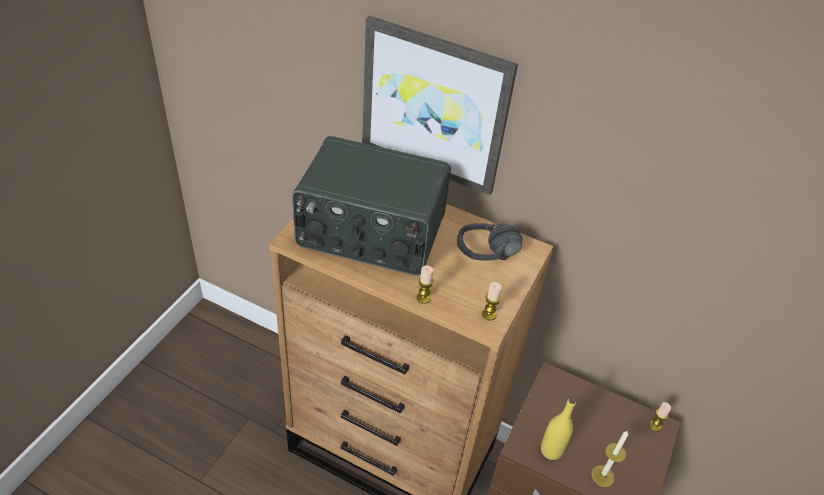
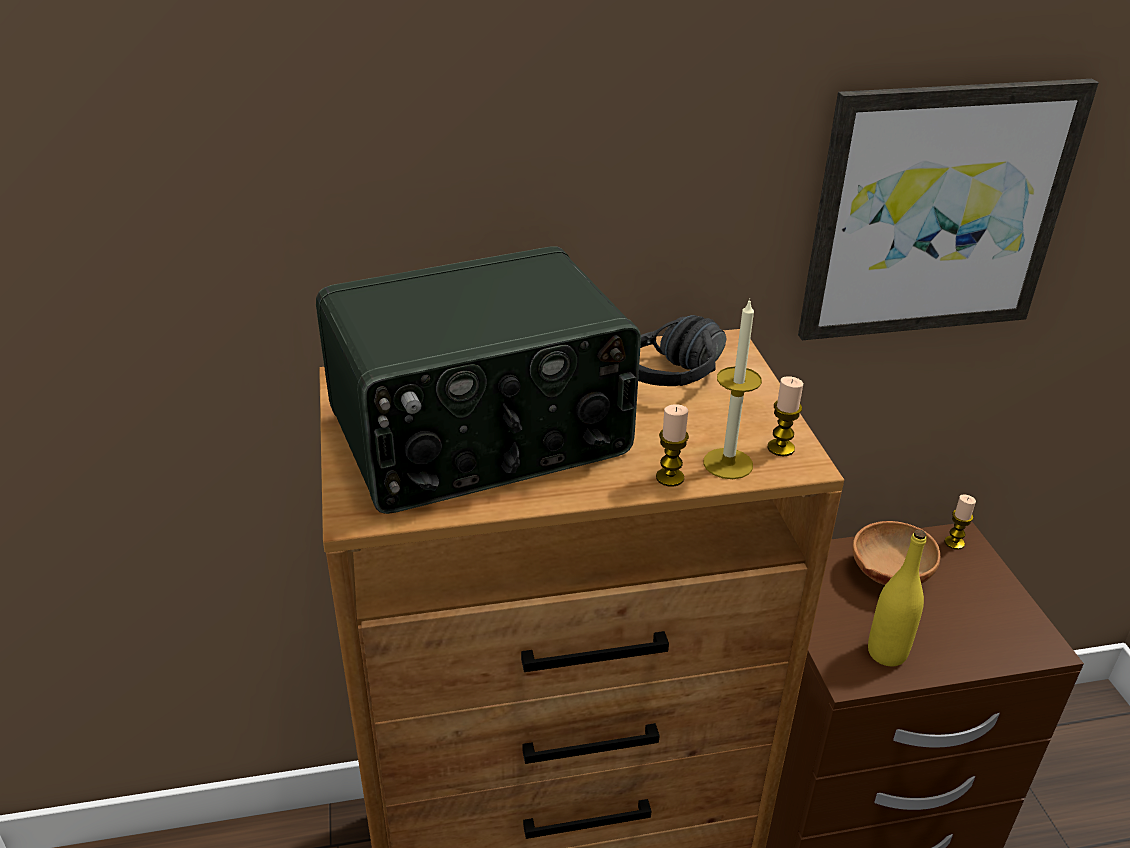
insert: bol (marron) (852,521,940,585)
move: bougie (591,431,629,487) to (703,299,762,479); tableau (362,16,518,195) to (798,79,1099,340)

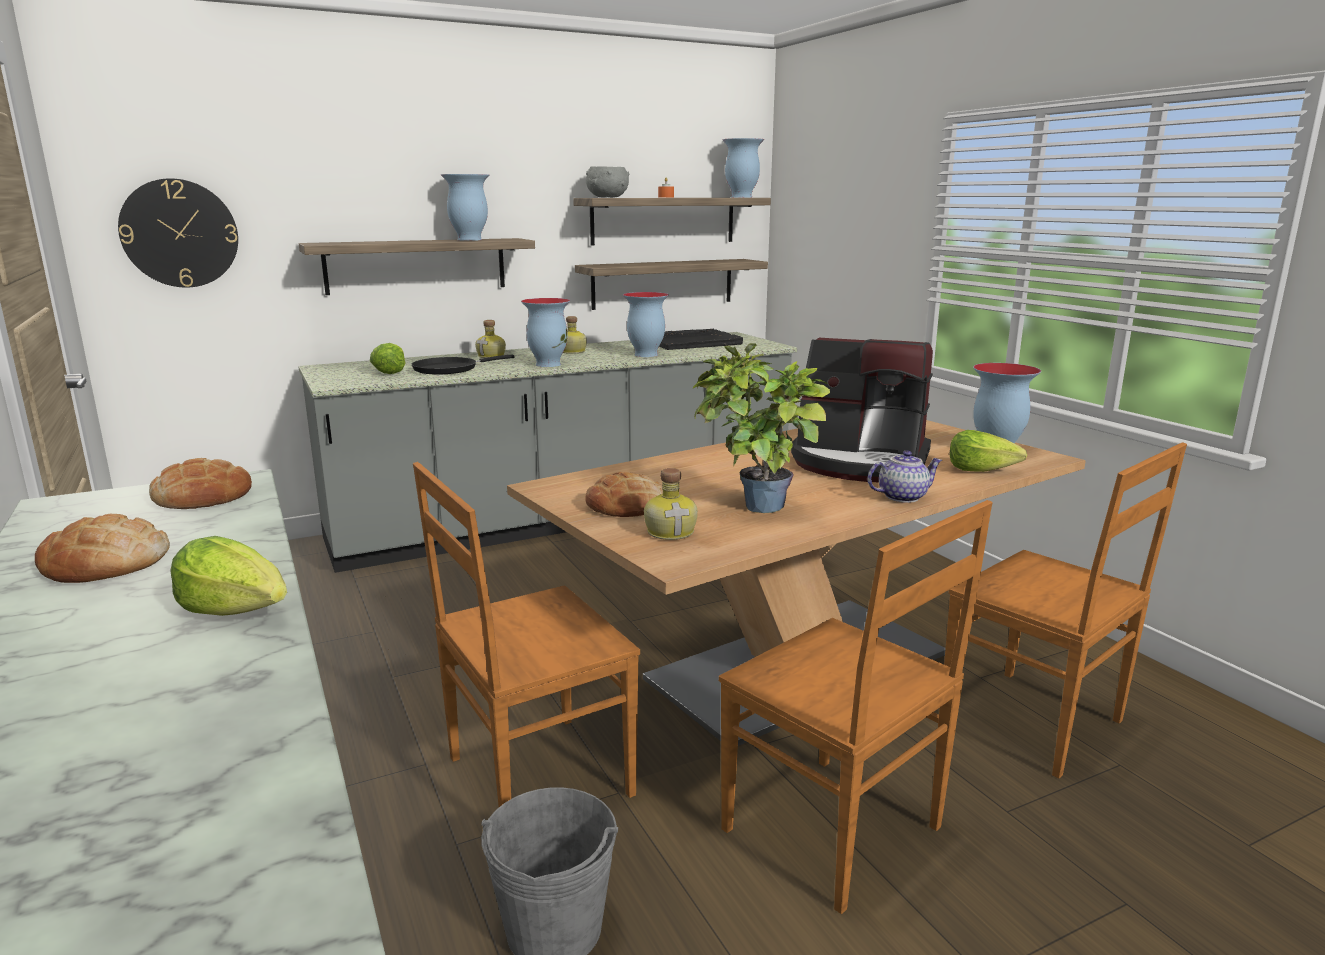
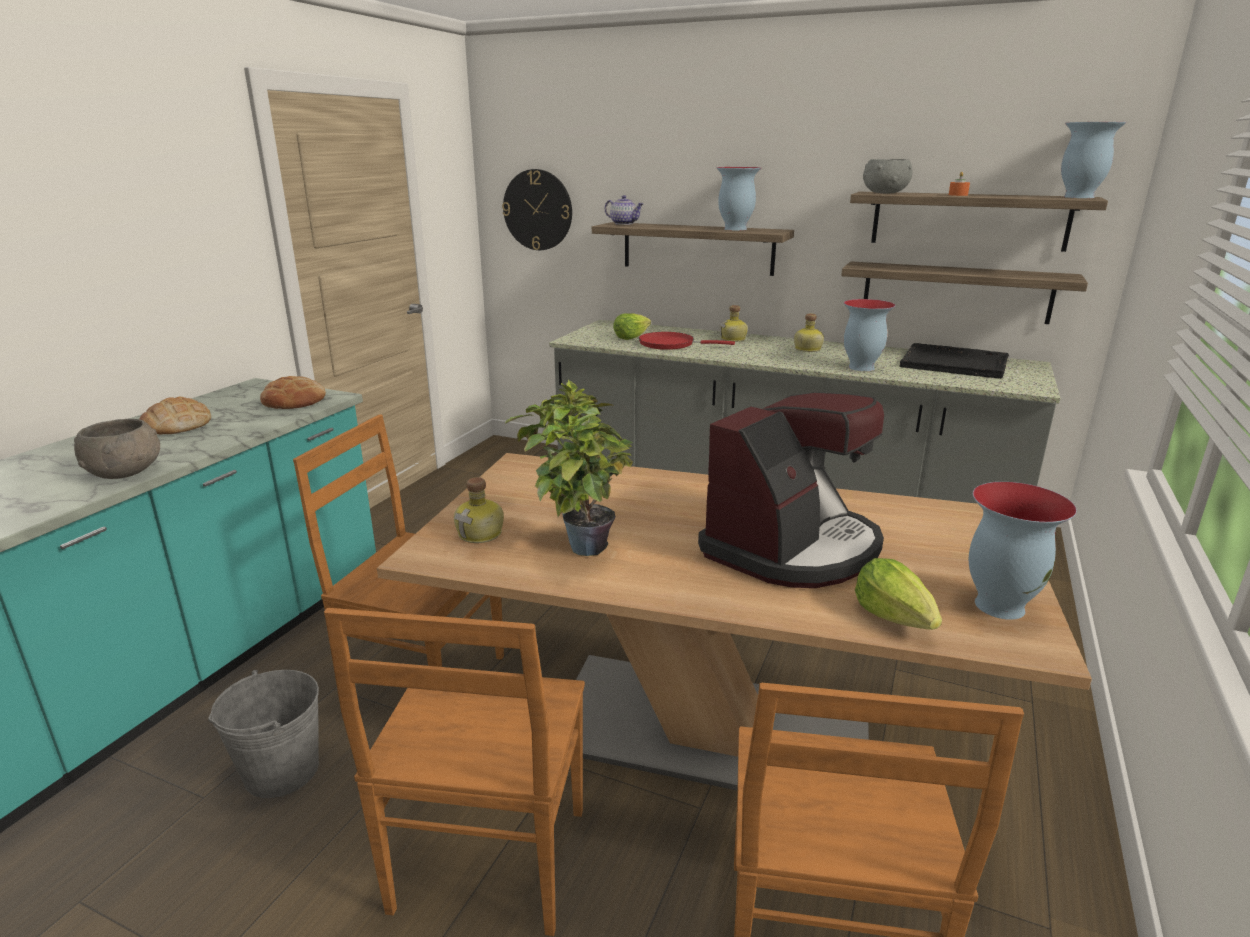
delete: vase (521,298,570,367); pain (585,472,663,517)
move: théière (868,450,943,503) to (605,195,643,225)
replace: laitue (170,536,287,616) to bol (gris) (74,419,160,479)
recolor: poêle (noir) (411,355,515,374) to poêle (rouge) (639,332,735,350)
rotate: machine à café (791,338,933,482) = (698,392,884,588) 120 degrees counterclockwise

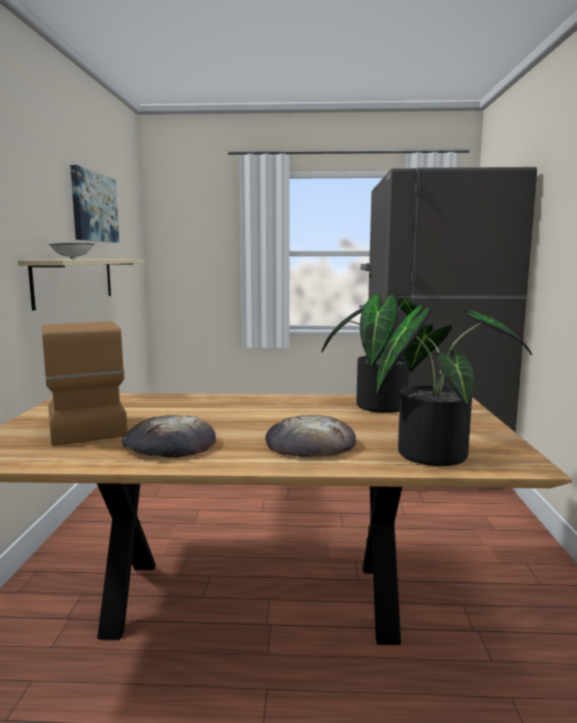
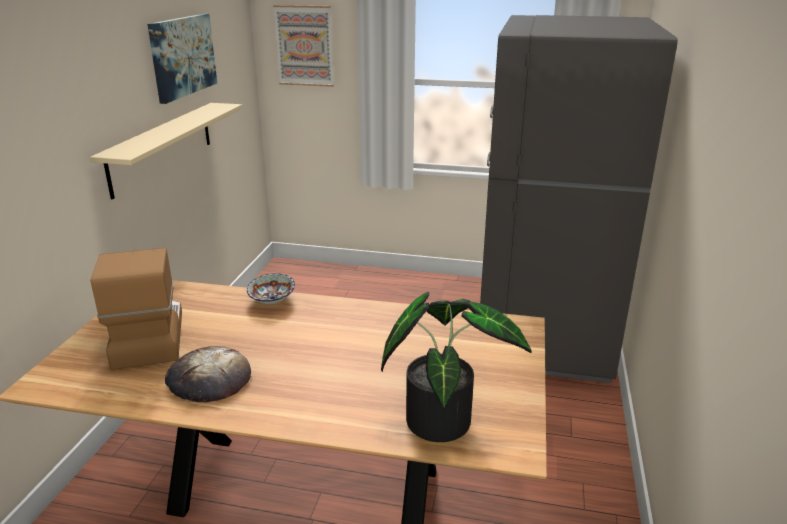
delete: pain (266,415,356,457); plante en pot (322,294,433,413)
insert: tableau (273,5,334,87)
move: bol (48,243,95,259) to (247,273,295,304)

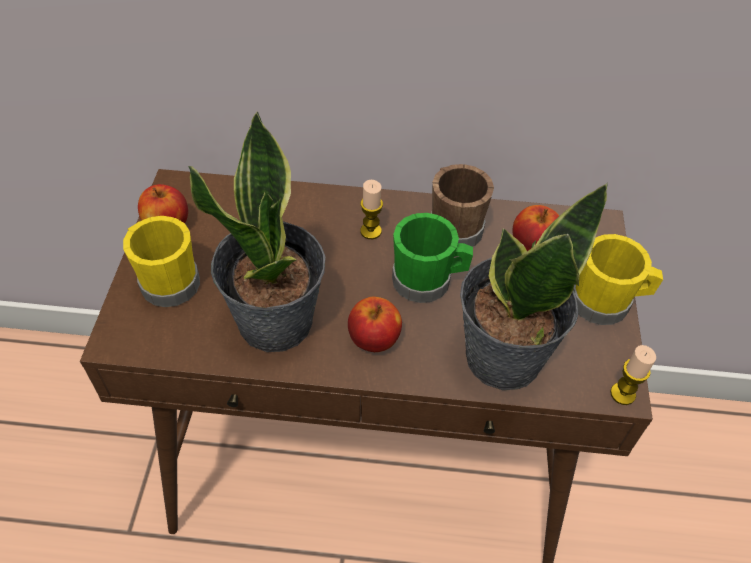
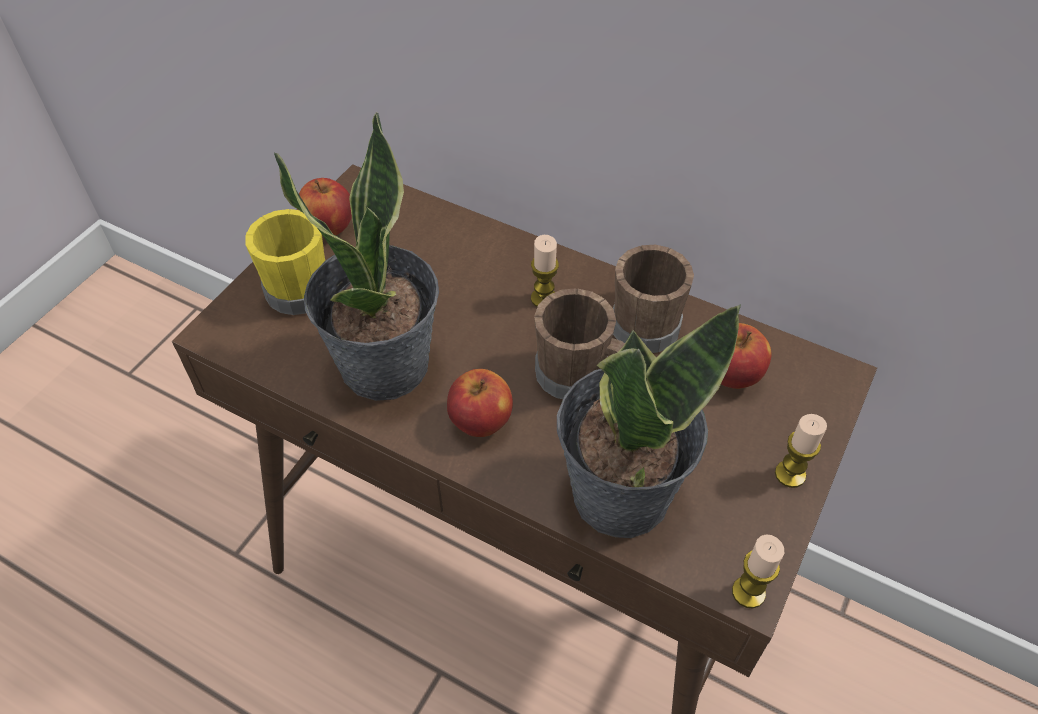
replace: mug (jaune) (573,234,663,325) to bougie (775,414,827,488)
recolor: mug (vert) (392,213,473,303) to mug (marron) (534,288,625,399)

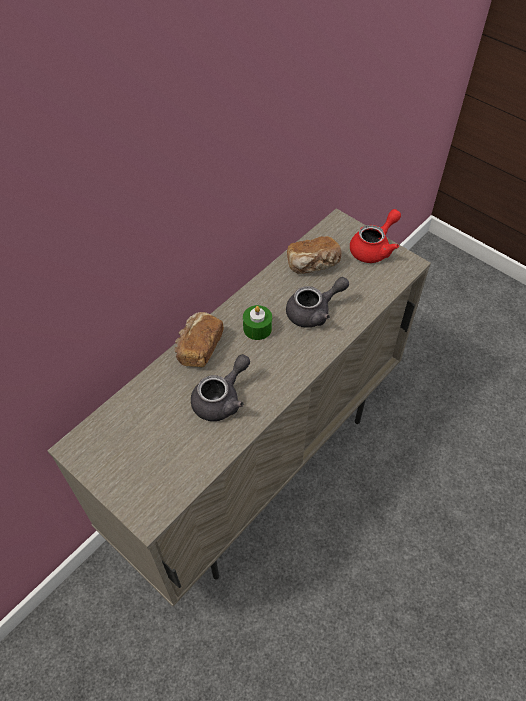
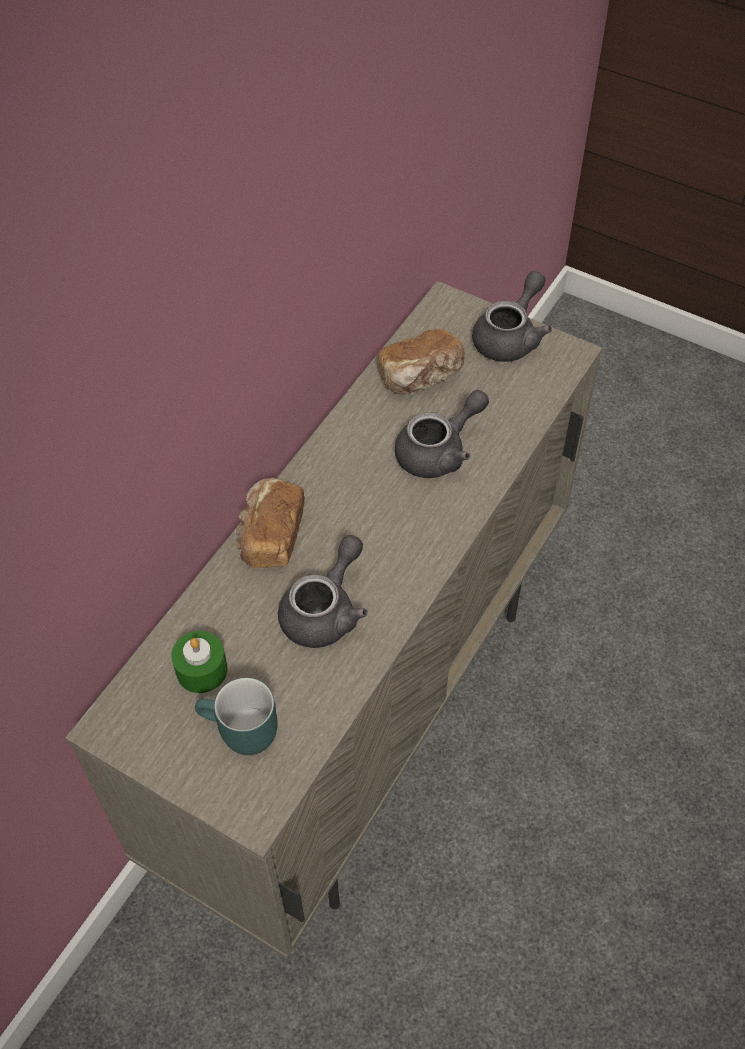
insert: mug (turquoise) (195,678,277,755)
move: bougie (vert) (243,305,272,340) to (171,631,228,693)
recolor: théière (rouge) (350,209,401,263) to théière (gris) (472,271,552,362)

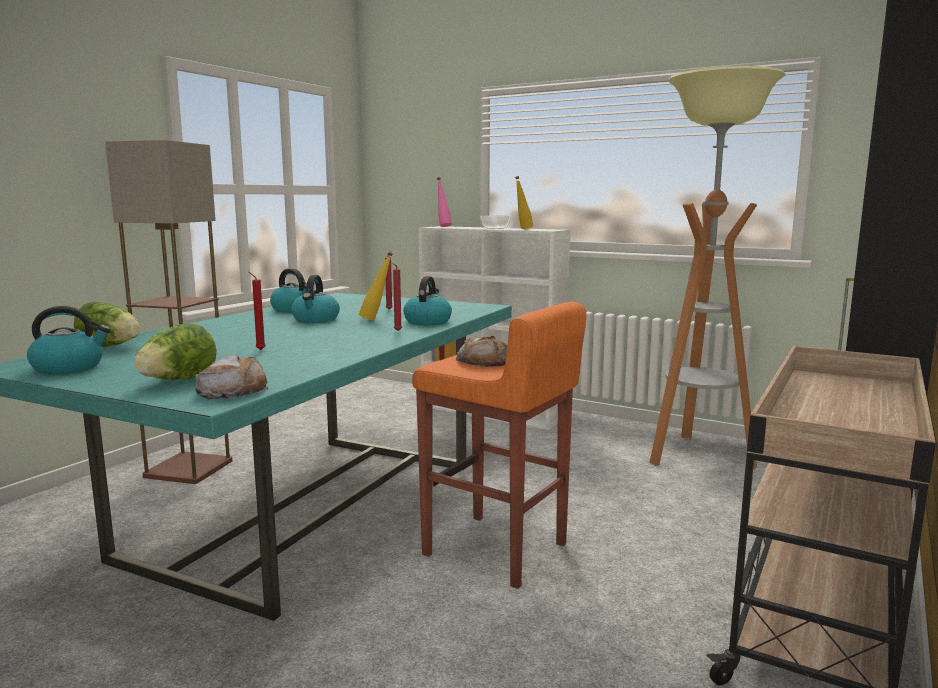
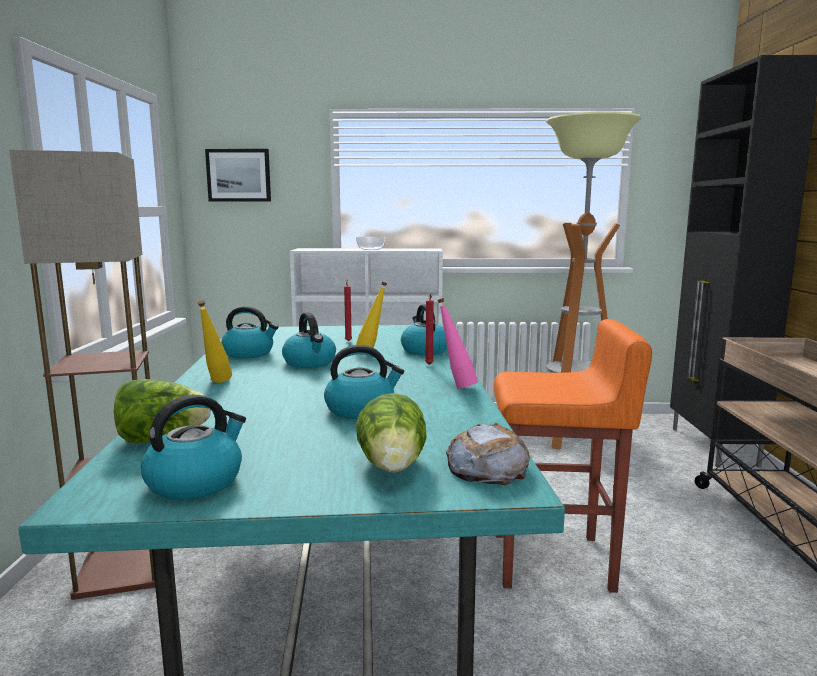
delete: pain (456,335,508,367)
insert: tableau (205,149,271,202)
move: bouteille (jaune) (515,176,533,229) to (198,300,232,383); bouteille (rose) (437,177,452,227) to (437,298,478,389)
replace: bougie (rouge) (249,272,266,350) to bouilloire (324,345,404,419)

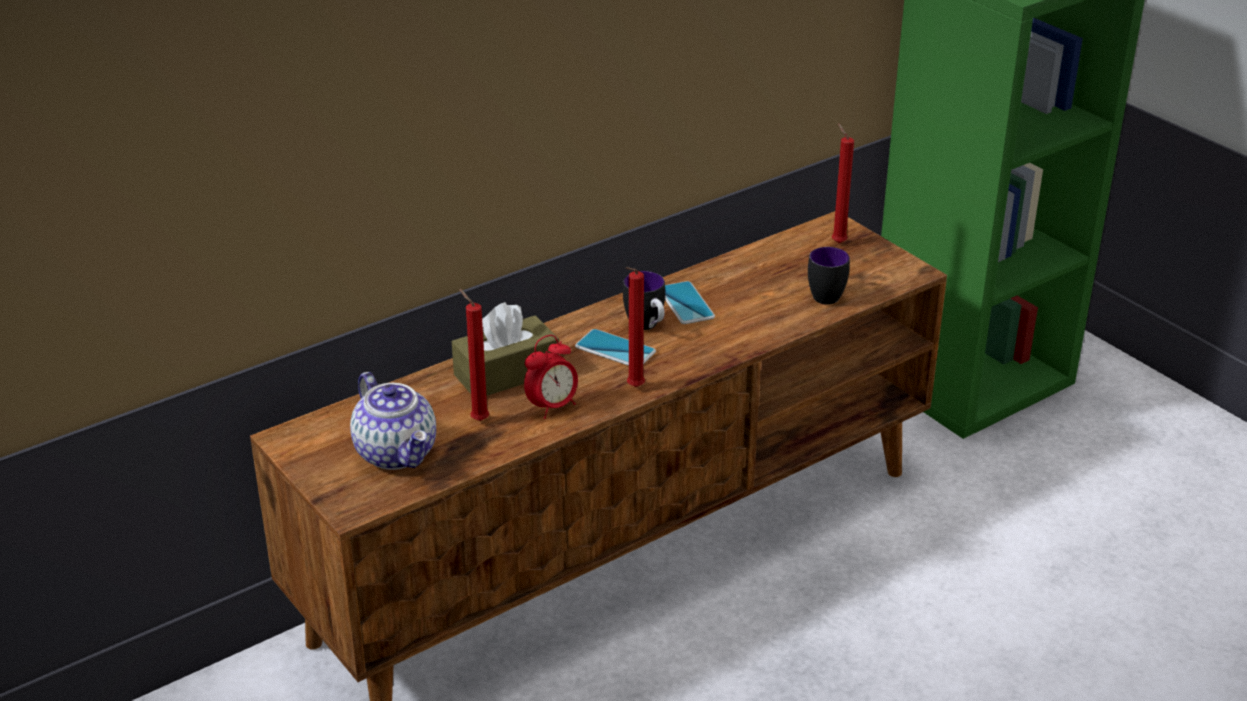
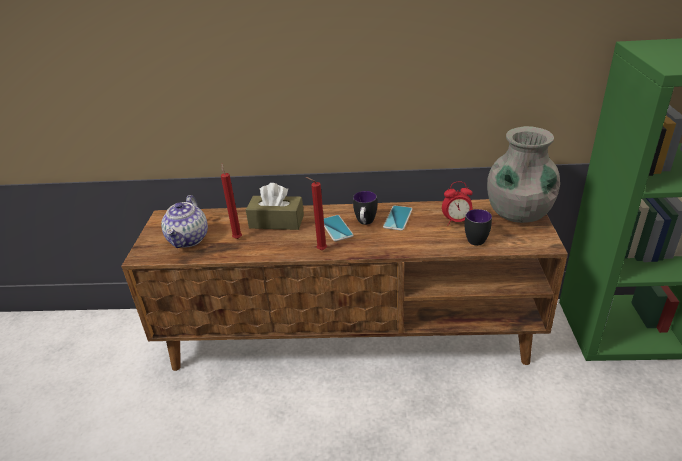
move: réveil (524,335,578,419) to (442,181,472,225)
replace: bougie (rouge) (832,123,854,243) to vase (gris) (487,126,560,223)

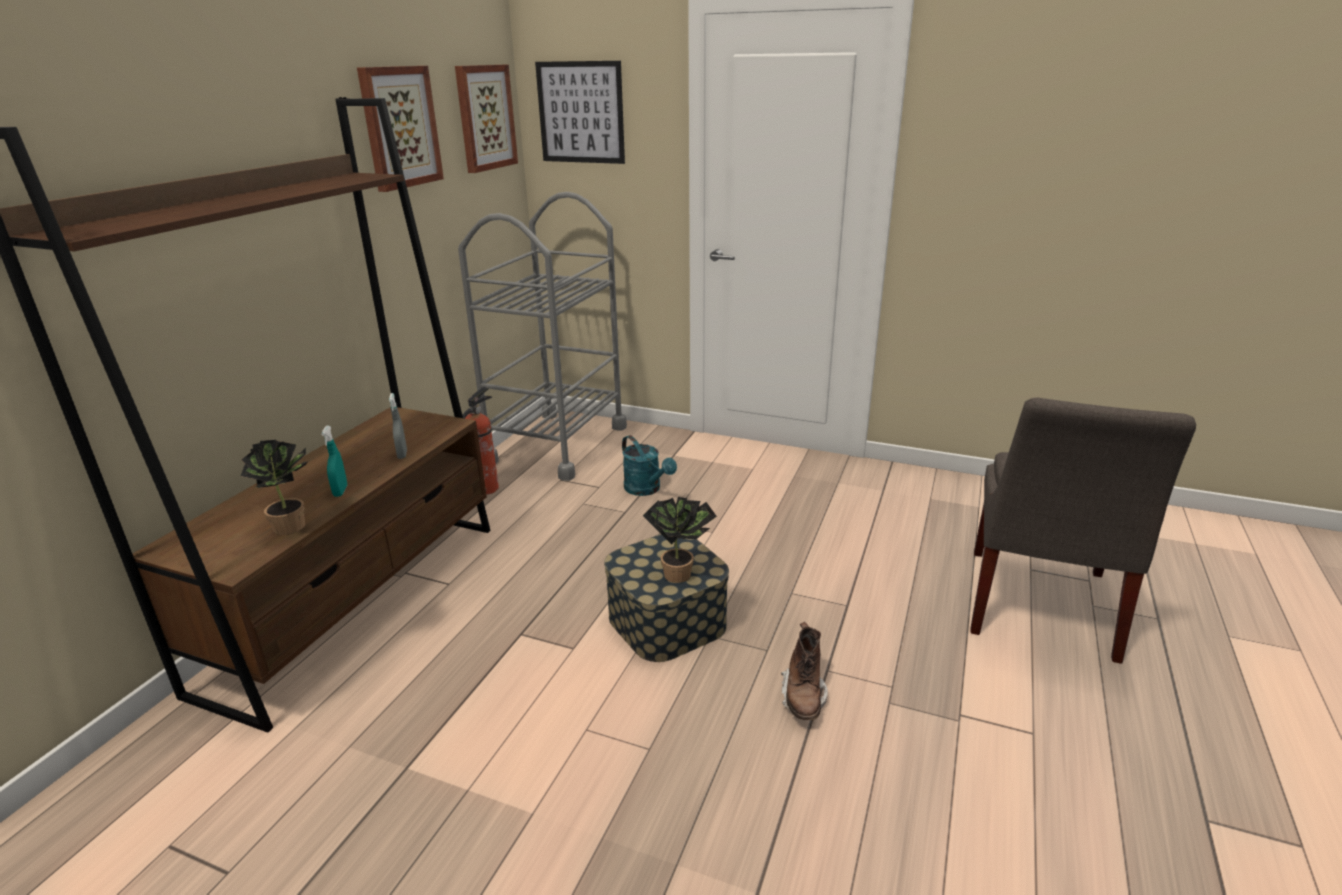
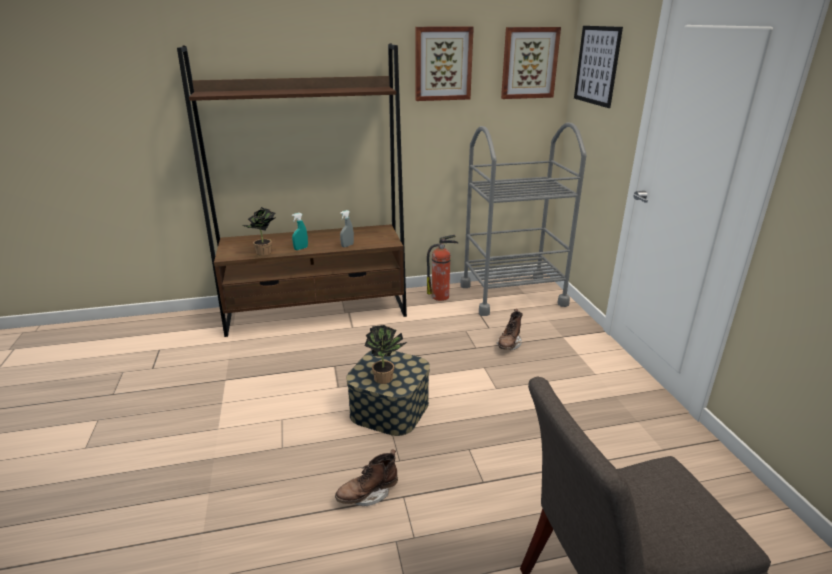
replace: arrosoir (turquoise) (622,435,677,496) to botte (marron) (497,309,523,350)

